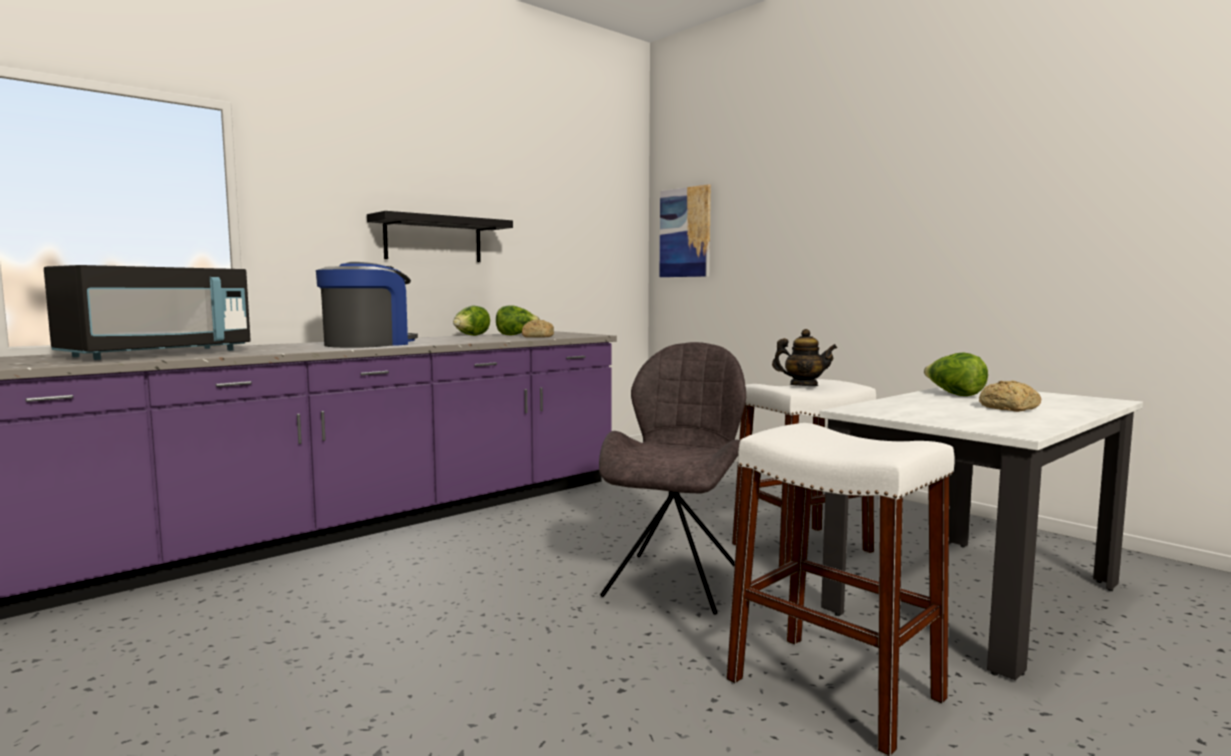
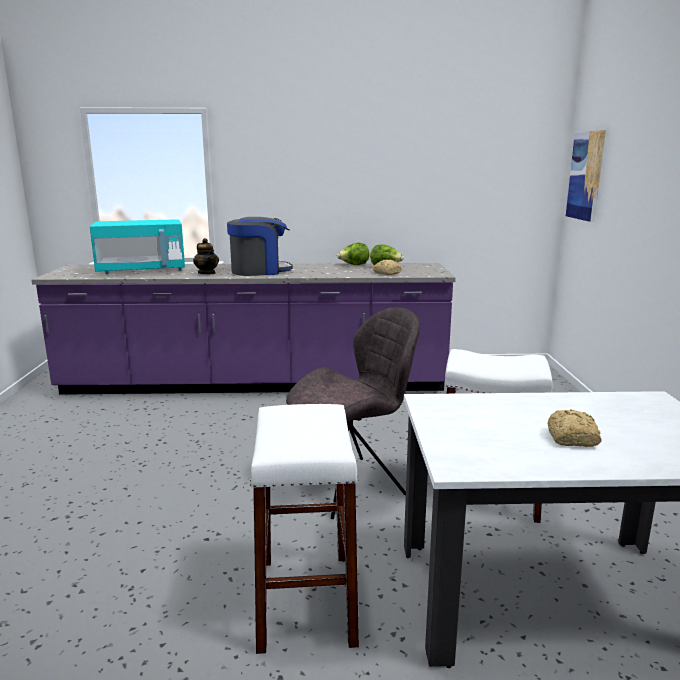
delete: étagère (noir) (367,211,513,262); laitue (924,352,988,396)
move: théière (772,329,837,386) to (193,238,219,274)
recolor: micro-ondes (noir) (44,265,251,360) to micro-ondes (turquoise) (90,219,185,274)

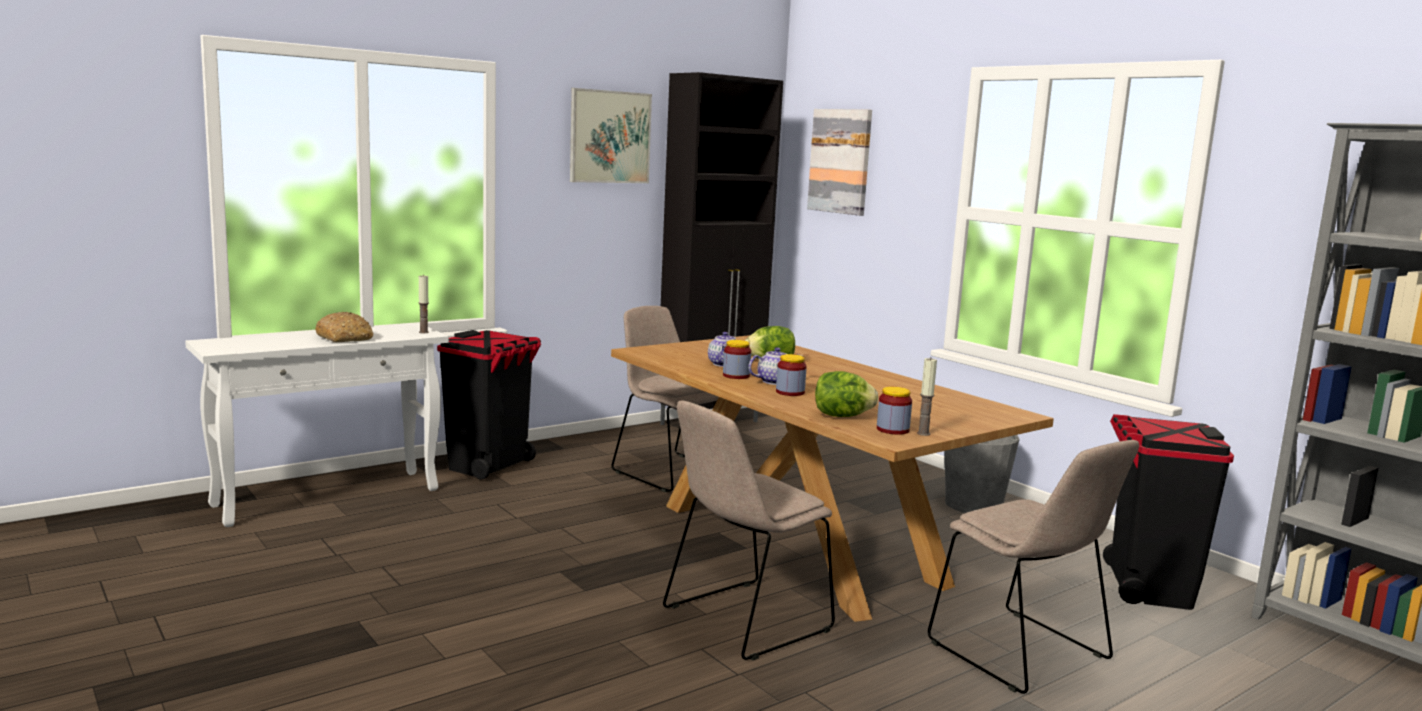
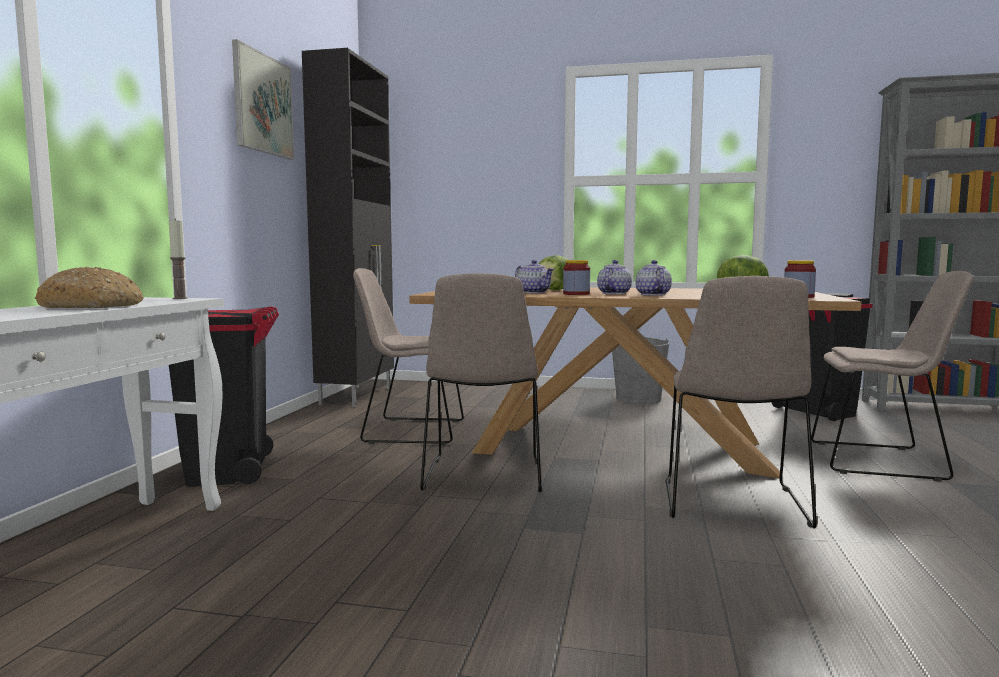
delete: tableau (807,109,872,216); bougie (917,358,937,436)
insert: chaise (beige) (420,273,542,492)
replace: bocal (776,354,807,396) to théière (635,260,672,296)

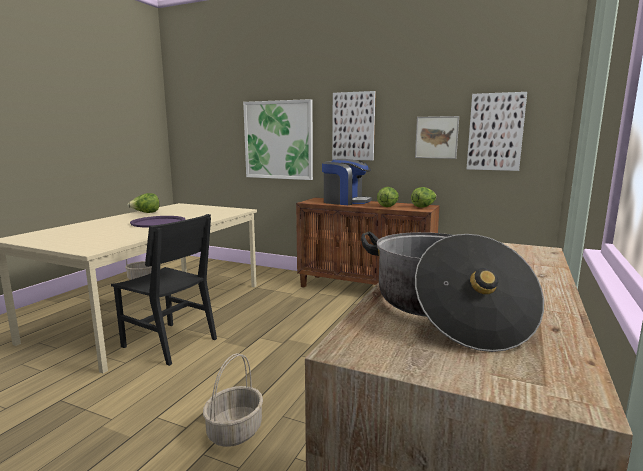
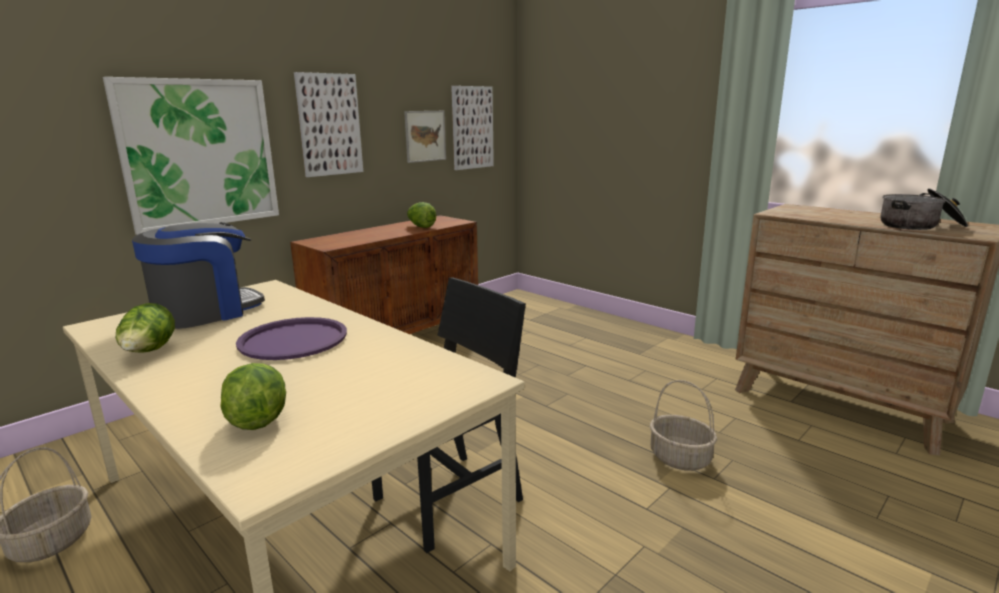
move: machine à café (322,159,372,205) to (132,222,265,329); laitue (411,187,437,207) to (220,363,286,430)

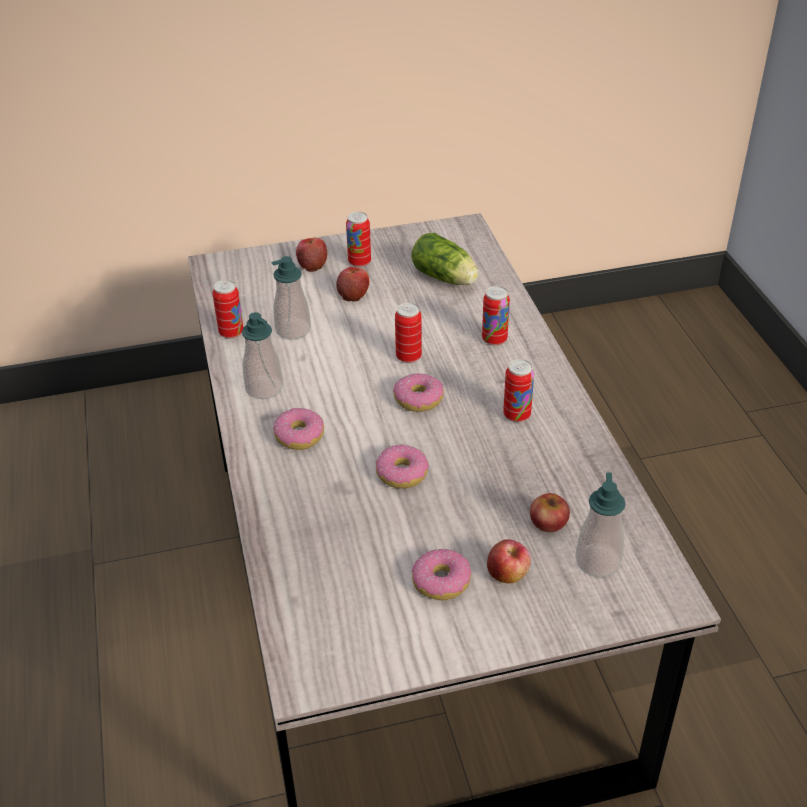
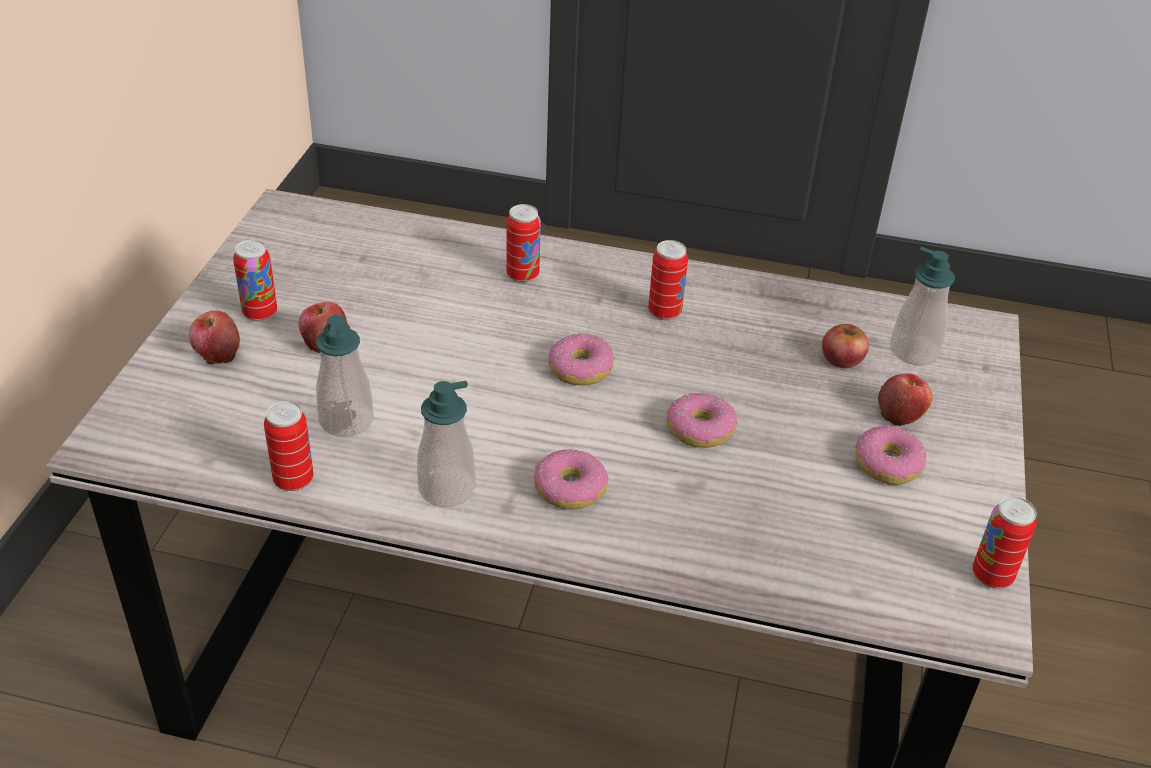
delete: laitue (411,233,479,285)
move: boîte métallique (395,303,422,363) to (973,496,1037,589)

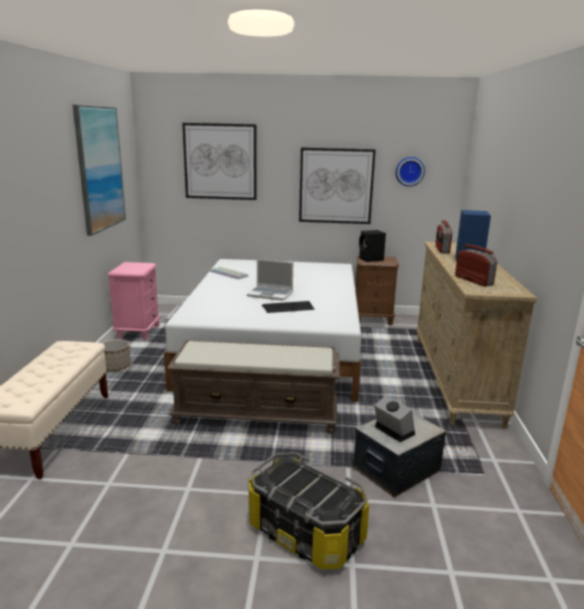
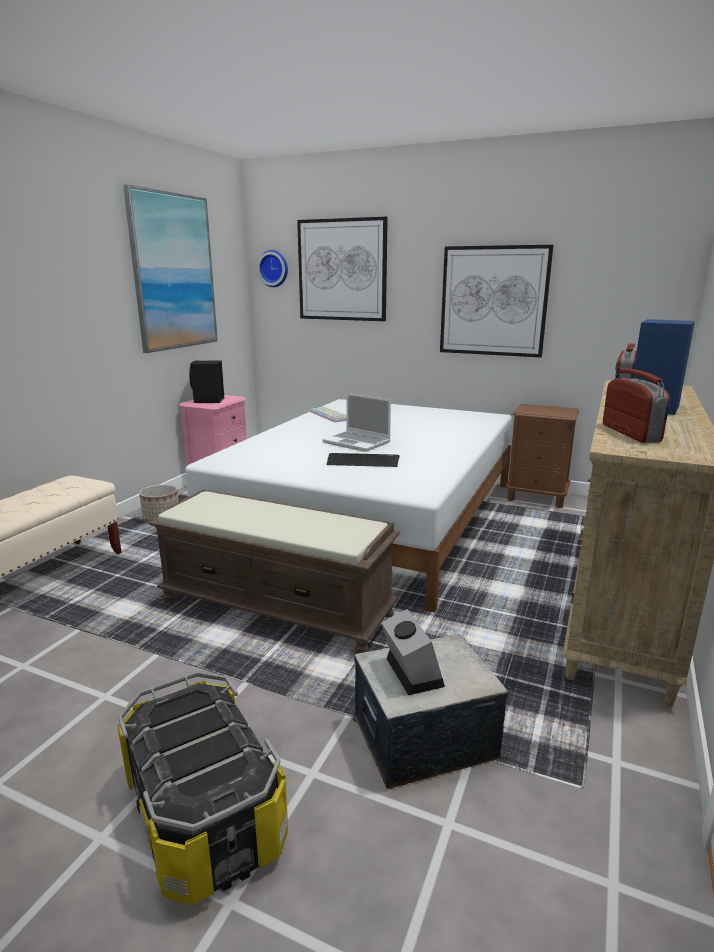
move: enceinte (noir) (359,230,386,262) to (189,360,224,403); horloge murale (396,157,425,187) to (257,250,288,287)

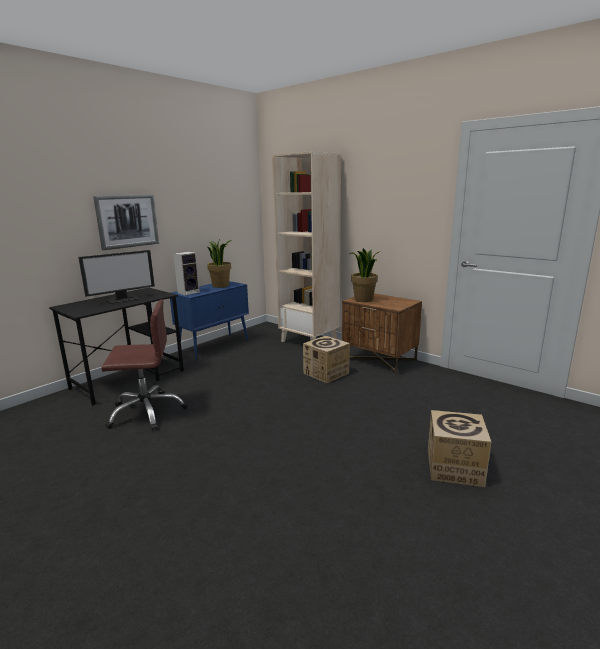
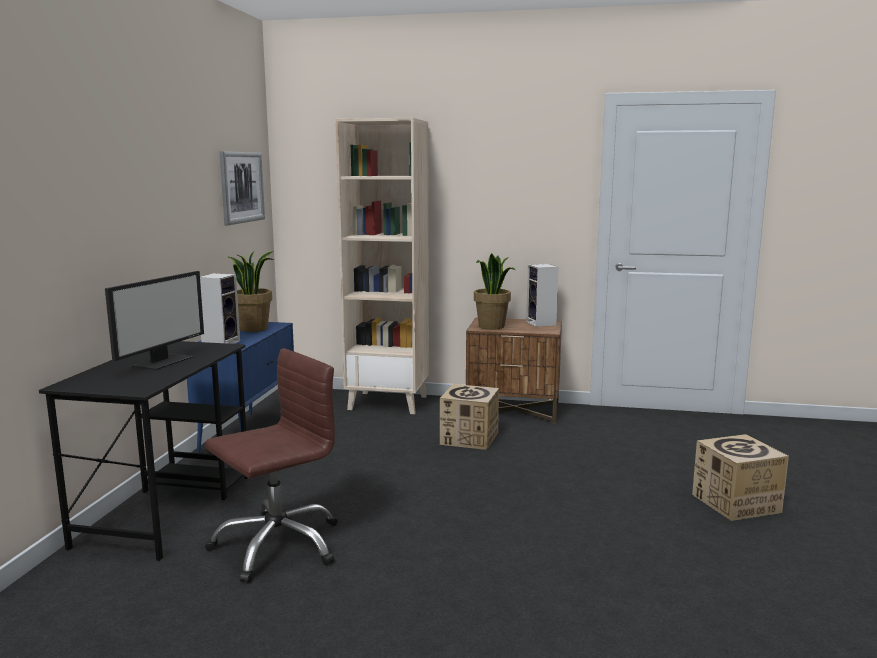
insert: enceinte (526,264,559,327)
move: tableau (93,195,159,250) to (220,151,265,225)

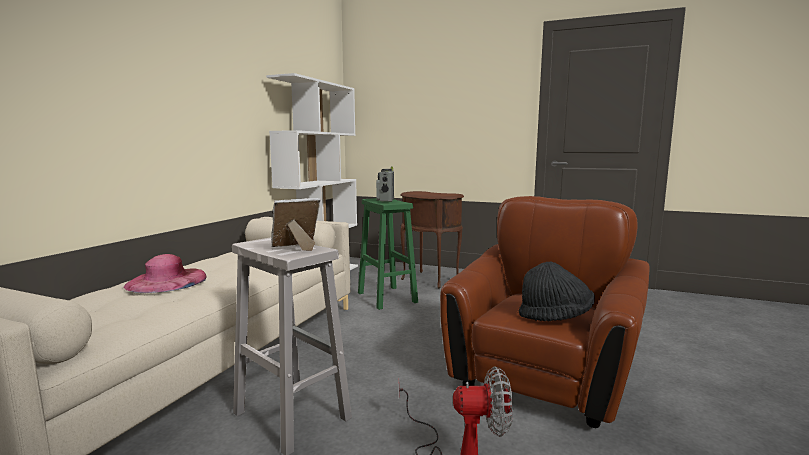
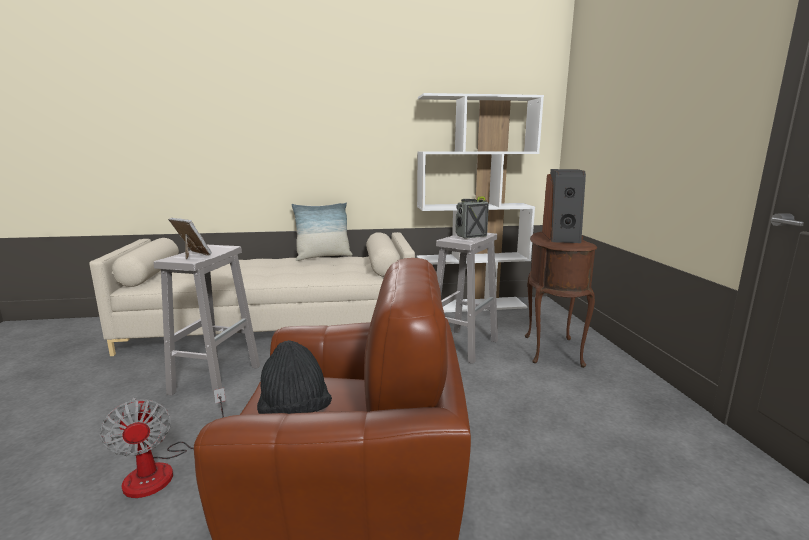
delete: chapeau (rose) (123,254,207,293)
insert: coussin (291,202,352,261); enceinte (542,169,586,243)
recolor: tabouret (vert) (358,198,418,310) to tabouret (blanc) (436,233,498,364)

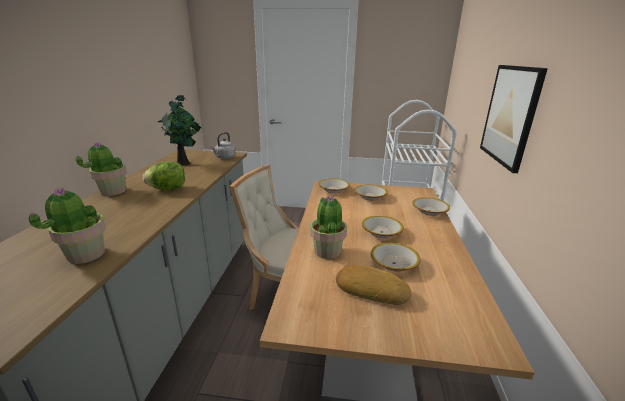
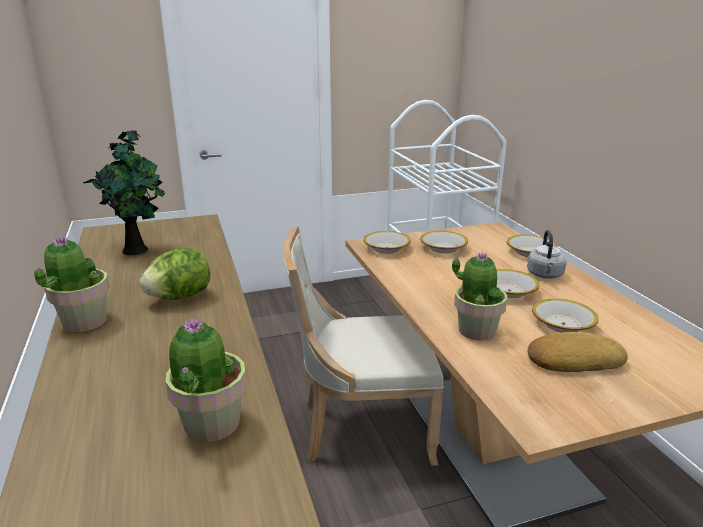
delete: tableau (480,65,548,173)
move: bouilloire (gris) (211,132,236,159) to (527,230,567,279)

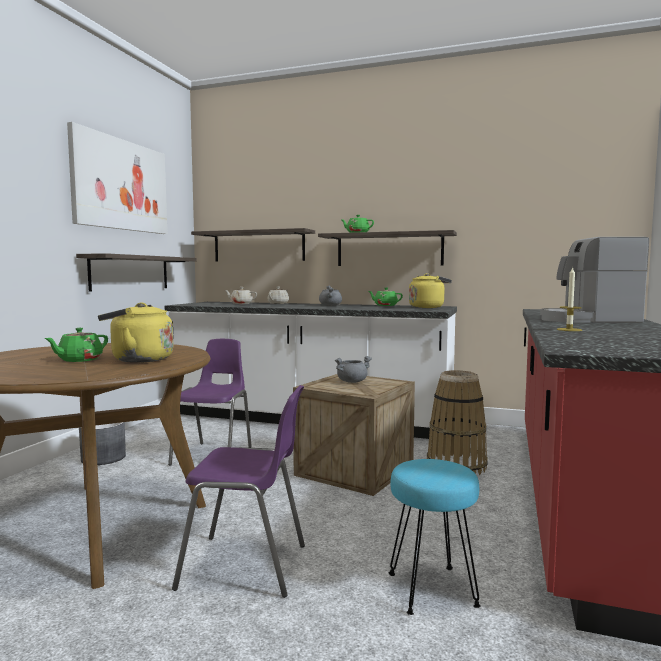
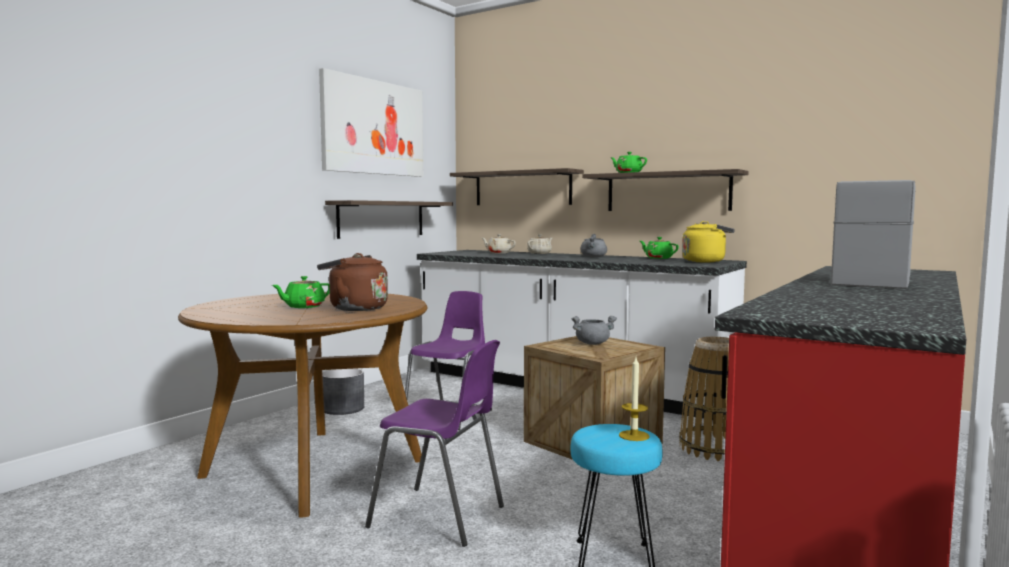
move: bougie (557,266,582,331) to (619,357,649,441)
recolor: bouilloire (jaune) (98,303,173,363) to bouilloire (marron) (317,253,388,311)
rotate: machine à café (540,237,649,323) = (831,180,916,289) 105 degrees clockwise

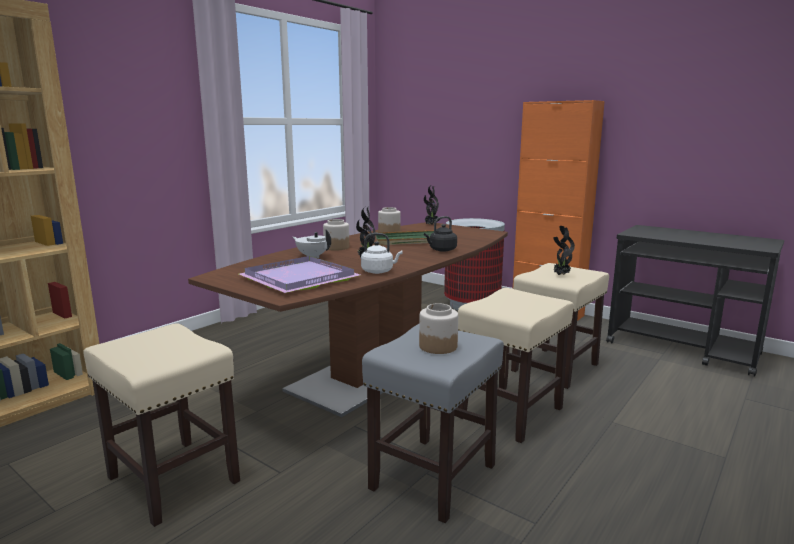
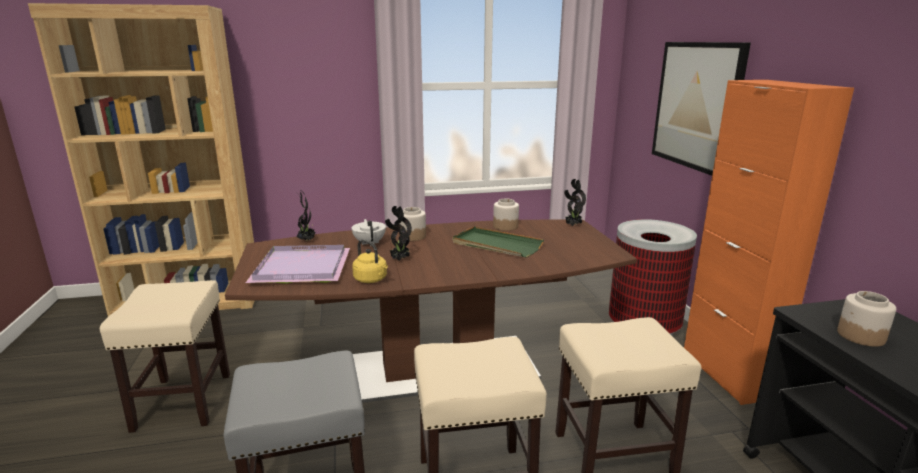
delete: bouilloire (noir) (424,216,457,252)
insert: tableau (652,42,751,176)
move: plante en pot (553,226,575,275) to (296,191,316,241); bocal (419,303,458,354) to (837,291,896,347)
recolor: bouilloire (blanc) (361,233,402,274) to bouilloire (jaune) (352,240,388,283)

